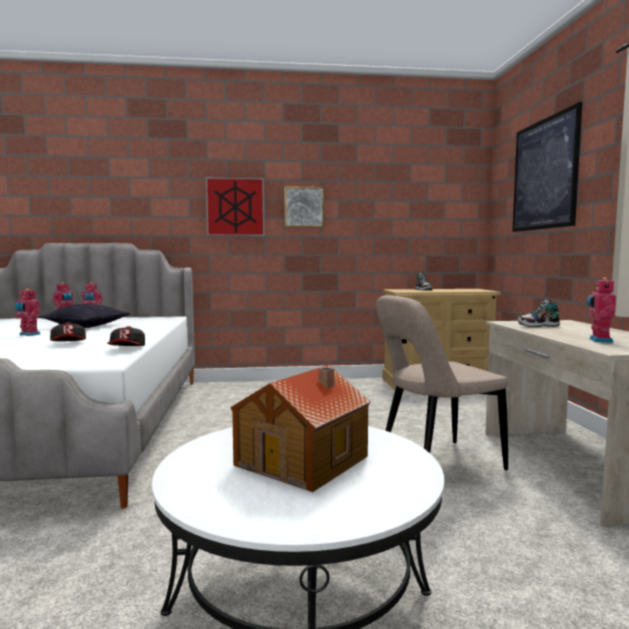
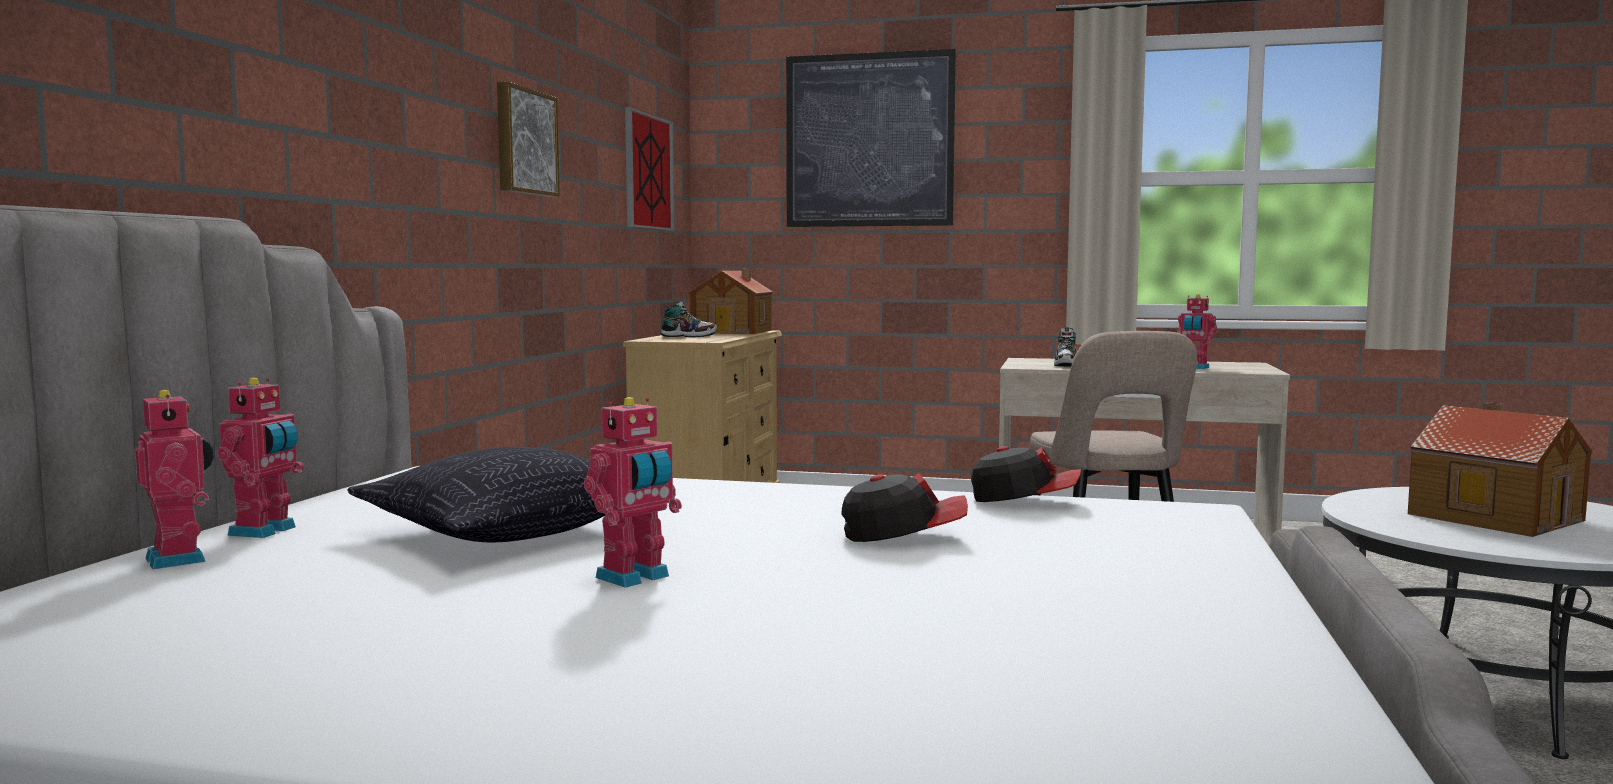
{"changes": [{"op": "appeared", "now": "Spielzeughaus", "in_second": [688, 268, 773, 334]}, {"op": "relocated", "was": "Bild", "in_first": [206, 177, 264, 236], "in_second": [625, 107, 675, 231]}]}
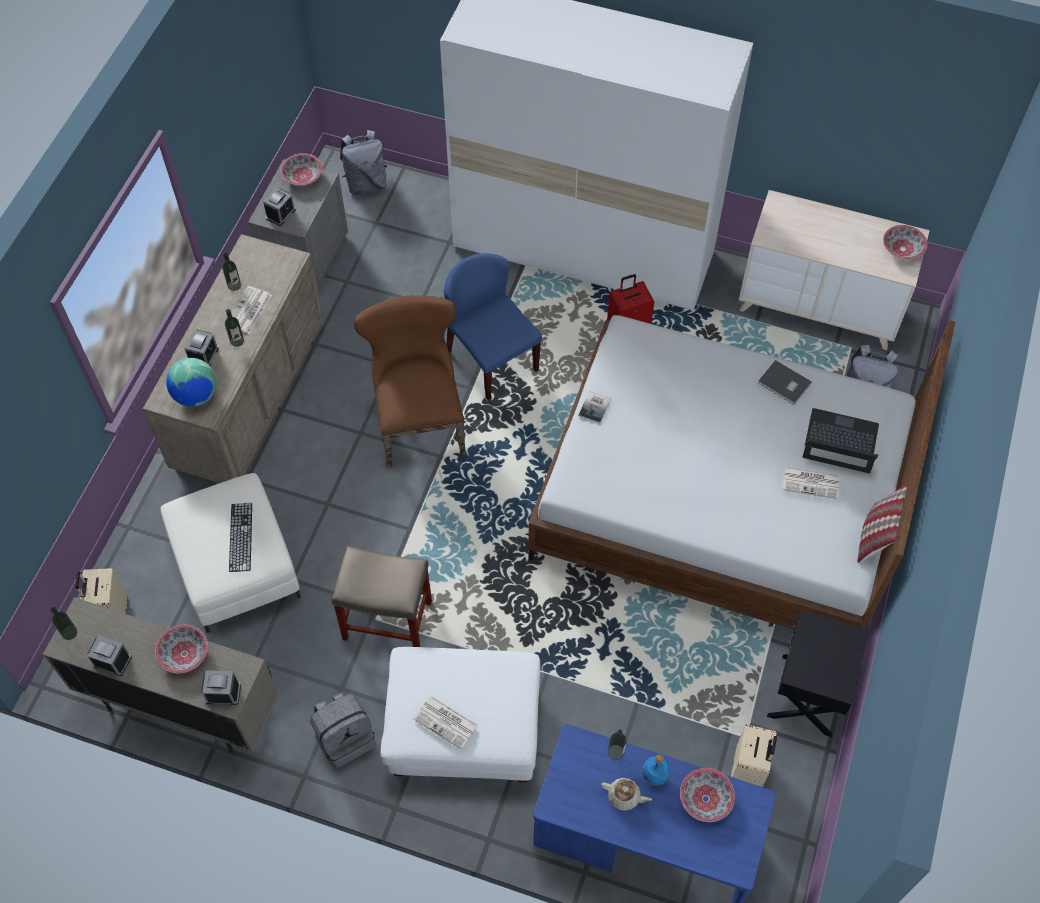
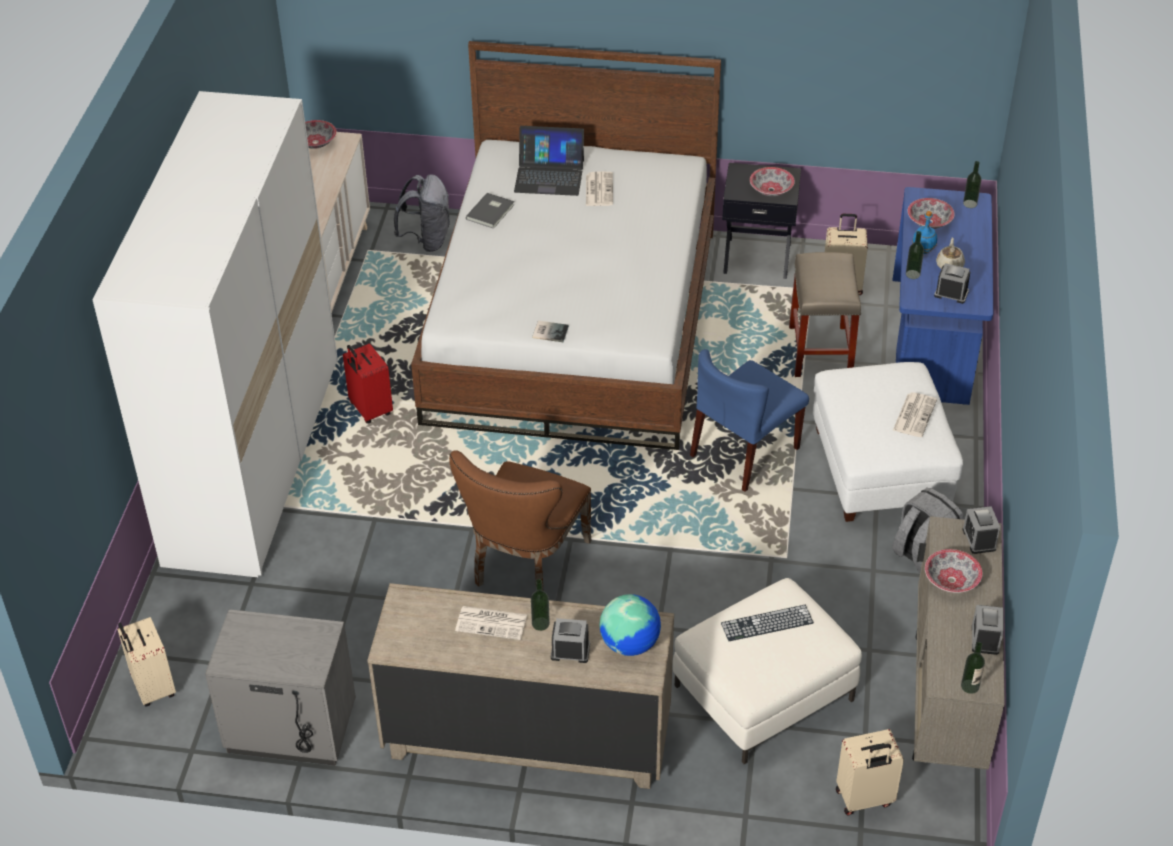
{"changes": [{"op": "missing", "was": "Kissen", "in_first": [857, 483, 908, 563]}, {"op": "relocated", "was": "Flasche", "in_first": [222, 252, 241, 291], "in_second": [963, 161, 981, 208]}, {"op": "relocated", "was": "Wecker", "in_first": [263, 187, 296, 226], "in_second": [934, 263, 970, 304]}, {"op": "relocated", "was": "Schüssel", "in_first": [281, 153, 322, 185], "in_second": [750, 167, 795, 196]}, {"op": "relocated", "was": "Hocker [beige]", "in_first": [332, 546, 432, 647], "in_second": [789, 252, 861, 377]}, {"op": "relocated", "was": "Stuhl [blau]", "in_first": [444, 253, 542, 400], "in_second": [690, 349, 809, 492]}, {"op": "exchanged", "was": "Rucksack [grau]", "now": "Koffer [beige]", "in_first": [340, 130, 387, 195], "in_second": [117, 617, 176, 707]}, {"op": "spun", "was": "Stuhl [braun]", "in_first": [354, 295, 466, 468], "in_second": [449, 450, 591, 589], "clockwise": -45}, {"op": "spun", "was": "Laptop", "in_first": [802, 408, 879, 473], "in_second": [514, 126, 584, 196], "clockwise": -90}]}
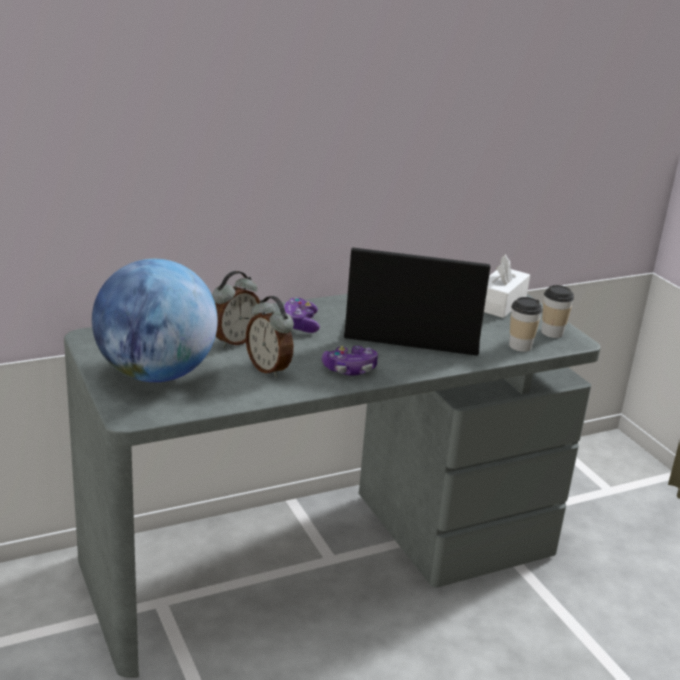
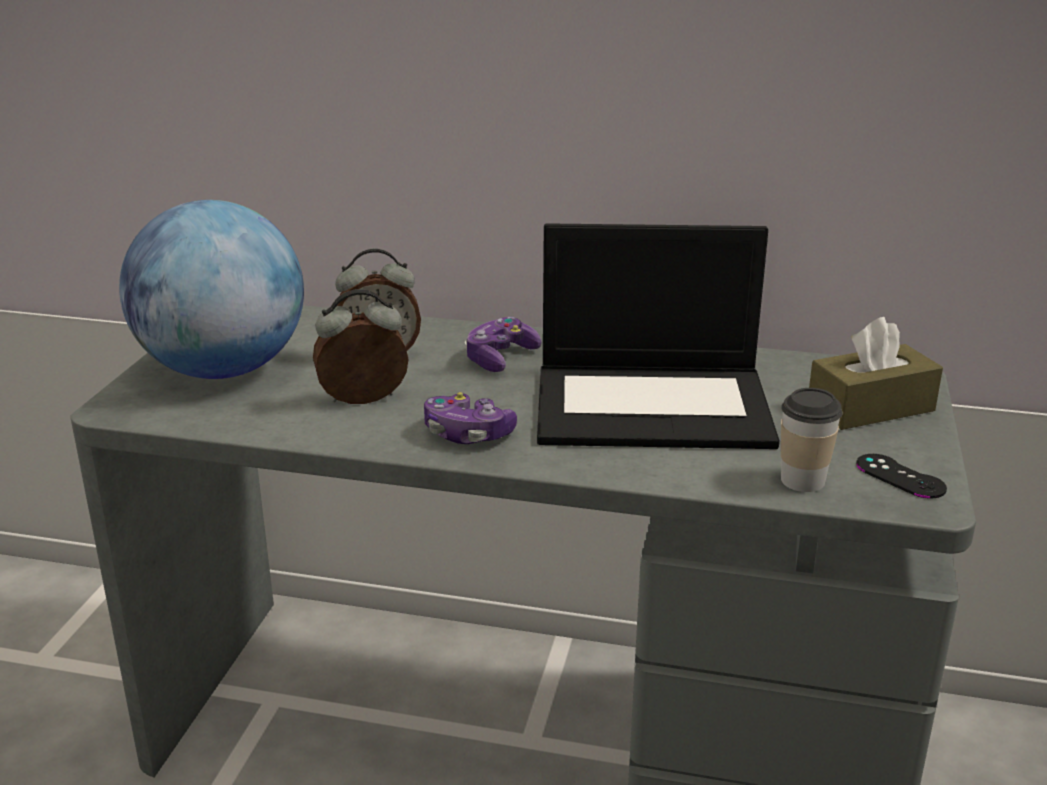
{"changes": [{"op": "exchanged", "was": "Tasse", "now": "Gamepad [schwarz]", "in_first": [541, 285, 574, 338], "in_second": [856, 454, 947, 499]}, {"op": "colour", "was": "Taschentuchbox [weiß]", "now": "Taschentuchbox [braun]", "in_first": [484, 254, 530, 318], "in_second": [809, 317, 943, 430]}, {"op": "spun", "was": "Wecker", "in_first": [246, 296, 294, 378], "in_second": [313, 289, 409, 404], "clockwise": 75}, {"op": "spun", "was": "Laptop", "in_first": [344, 248, 490, 356], "in_second": [537, 223, 780, 449], "clockwise": 135}]}
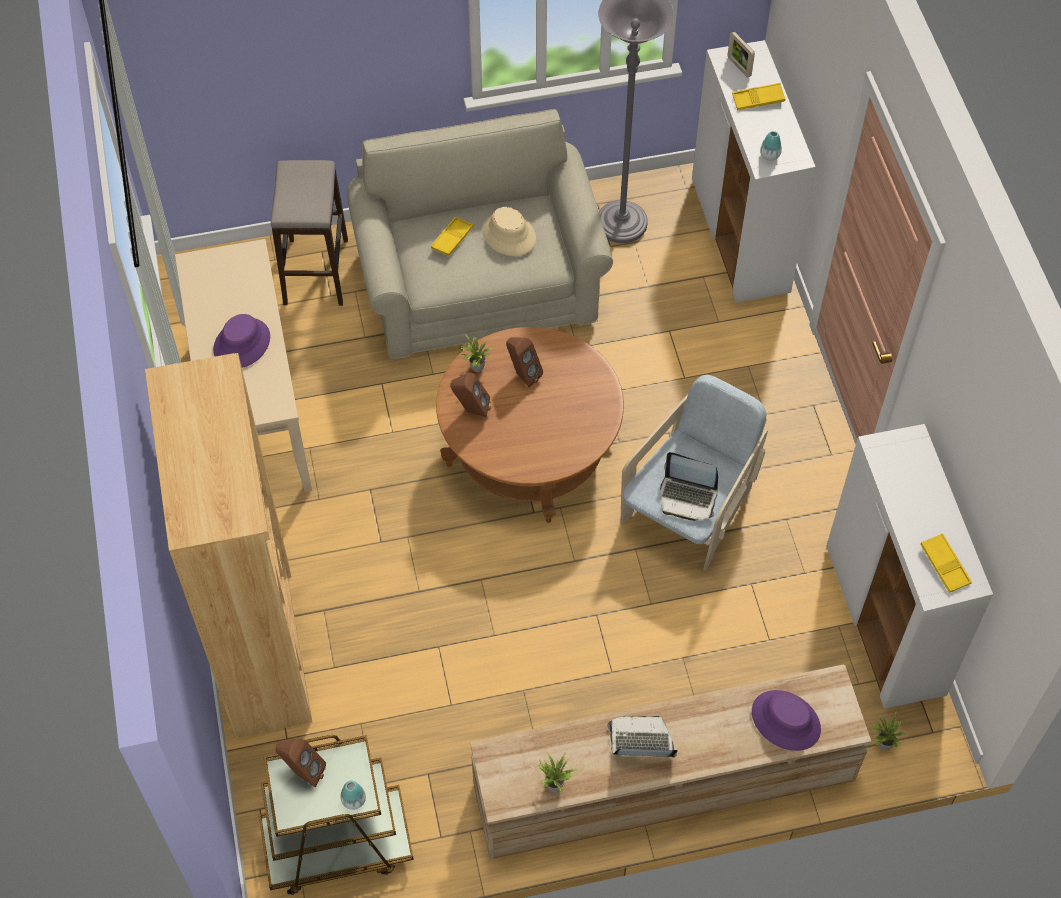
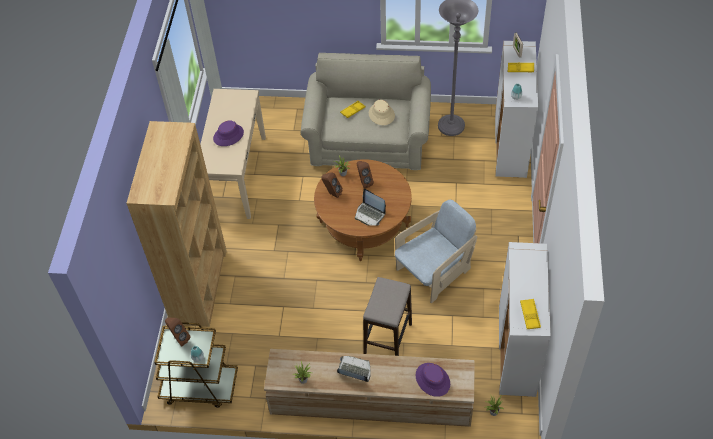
{"changes": [{"op": "relocated", "was": "Hocker", "in_first": [271, 160, 348, 306], "in_second": [363, 277, 412, 356]}, {"op": "relocated", "was": "Laptop", "in_first": [660, 452, 718, 521], "in_second": [355, 189, 386, 226]}]}
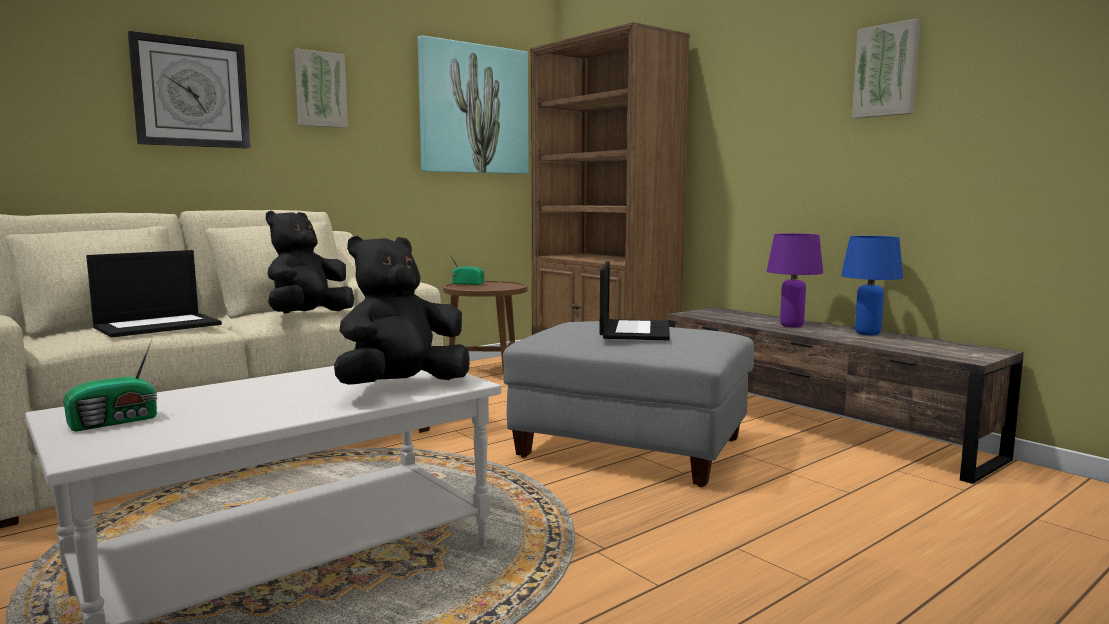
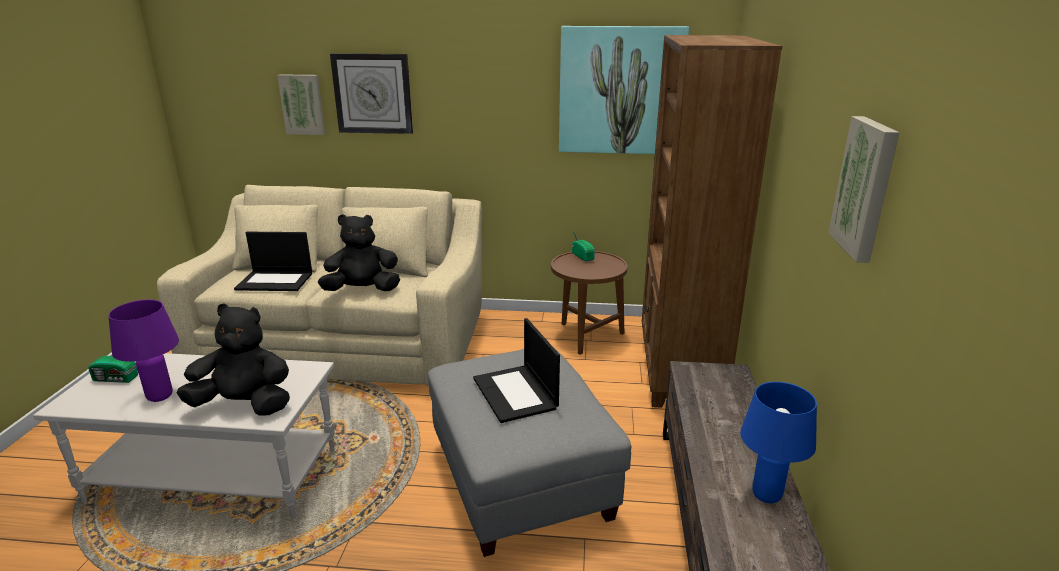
{"changes": [{"op": "relocated", "was": "Bild", "in_first": [294, 49, 348, 128], "in_second": [277, 74, 325, 135]}, {"op": "relocated", "was": "Tischlampe [lila]", "in_first": [767, 233, 823, 328], "in_second": [108, 300, 179, 402]}, {"op": "spun", "was": "Laptop", "in_first": [599, 261, 670, 340], "in_second": [473, 318, 560, 423], "clockwise": 105}]}
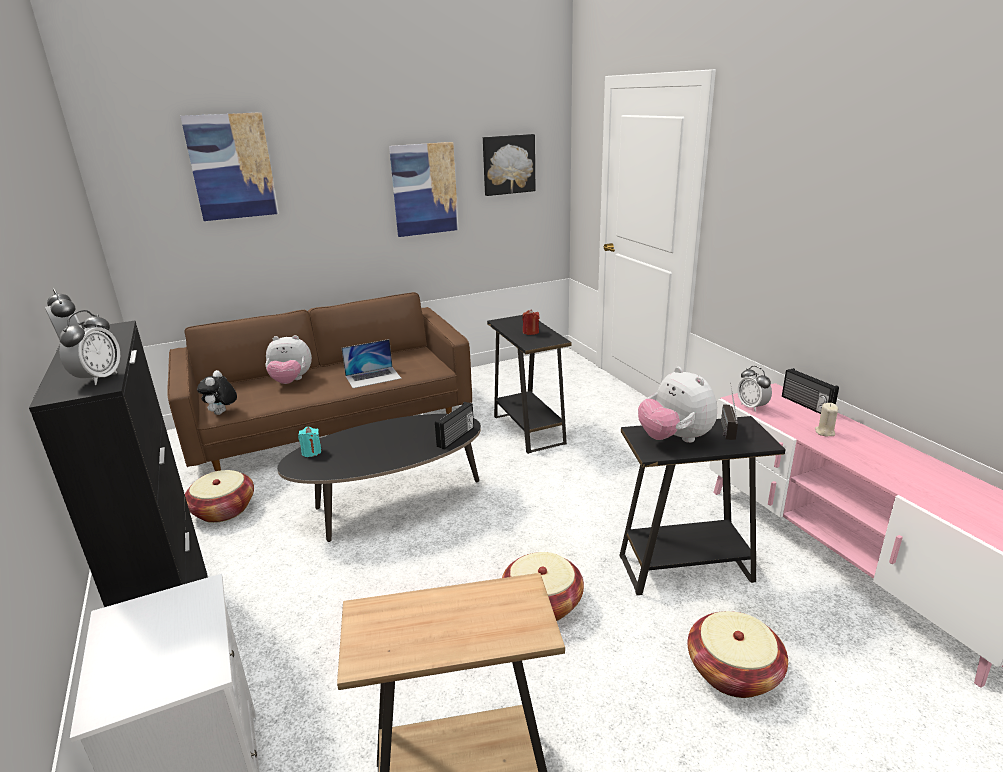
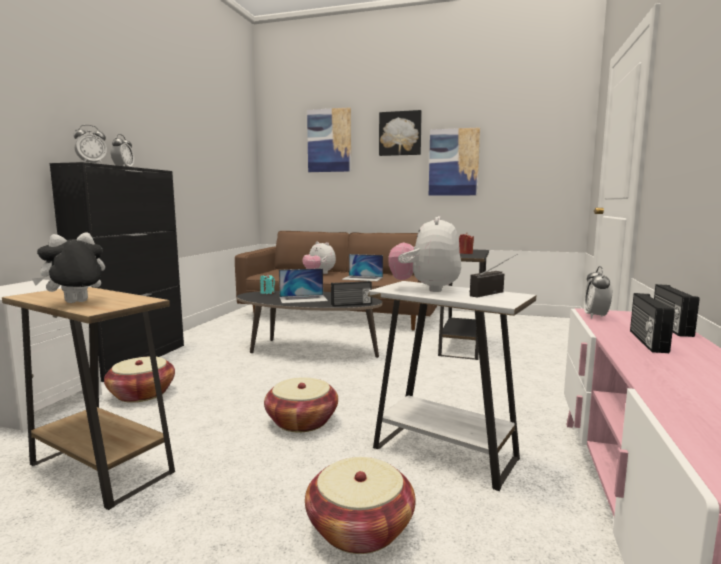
{"changes": [{"op": "appeared", "now": "Laptop", "in_second": [279, 268, 328, 304]}, {"op": "relocated", "was": "Korb", "in_first": [185, 470, 254, 523], "in_second": [104, 356, 175, 403]}, {"op": "relocated", "was": "Plüschtier", "in_first": [197, 370, 237, 415], "in_second": [32, 232, 105, 303]}, {"op": "relocated", "was": "Bild", "in_first": [483, 134, 535, 196], "in_second": [379, 110, 422, 156]}, {"op": "exchanged", "was": "Kerze [beige]", "now": "Radio", "in_first": [815, 403, 838, 437], "in_second": [630, 293, 675, 353]}, {"op": "colour", "was": "Beistelltisch [schwarz]", "now": "Beistelltisch [weiß]", "in_first": [619, 416, 786, 595], "in_second": [368, 281, 536, 491]}]}
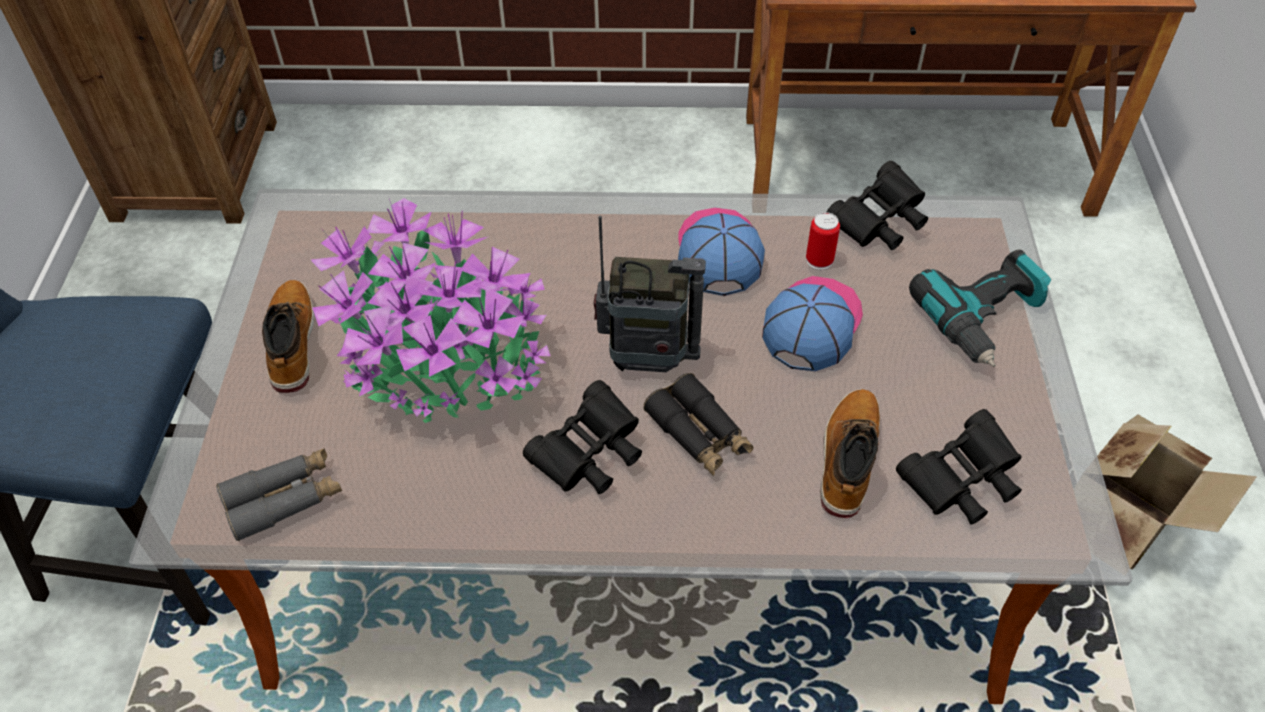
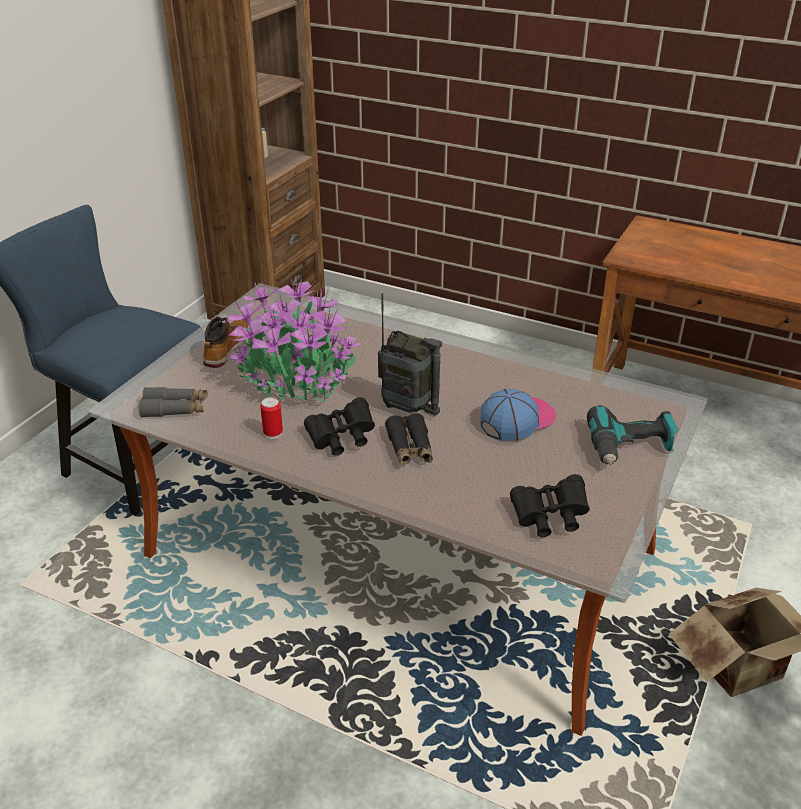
{"changes": [{"op": "missing", "was": "Kappe", "in_first": [678, 208, 765, 296]}, {"op": "missing", "was": "Stiefel", "in_first": [820, 389, 880, 518]}, {"op": "missing", "was": "Fernglas [schwarz]", "in_first": [827, 161, 928, 250]}, {"op": "relocated", "was": "Dose", "in_first": [806, 212, 840, 270], "in_second": [260, 397, 283, 439]}]}
